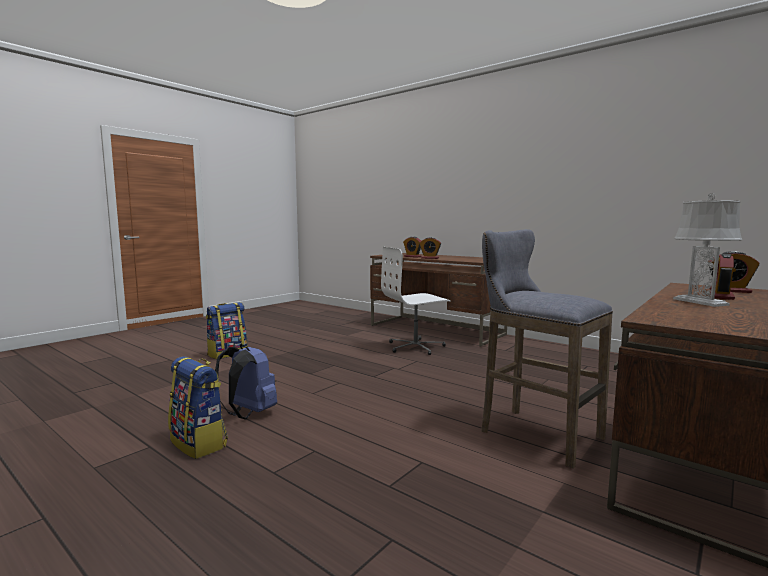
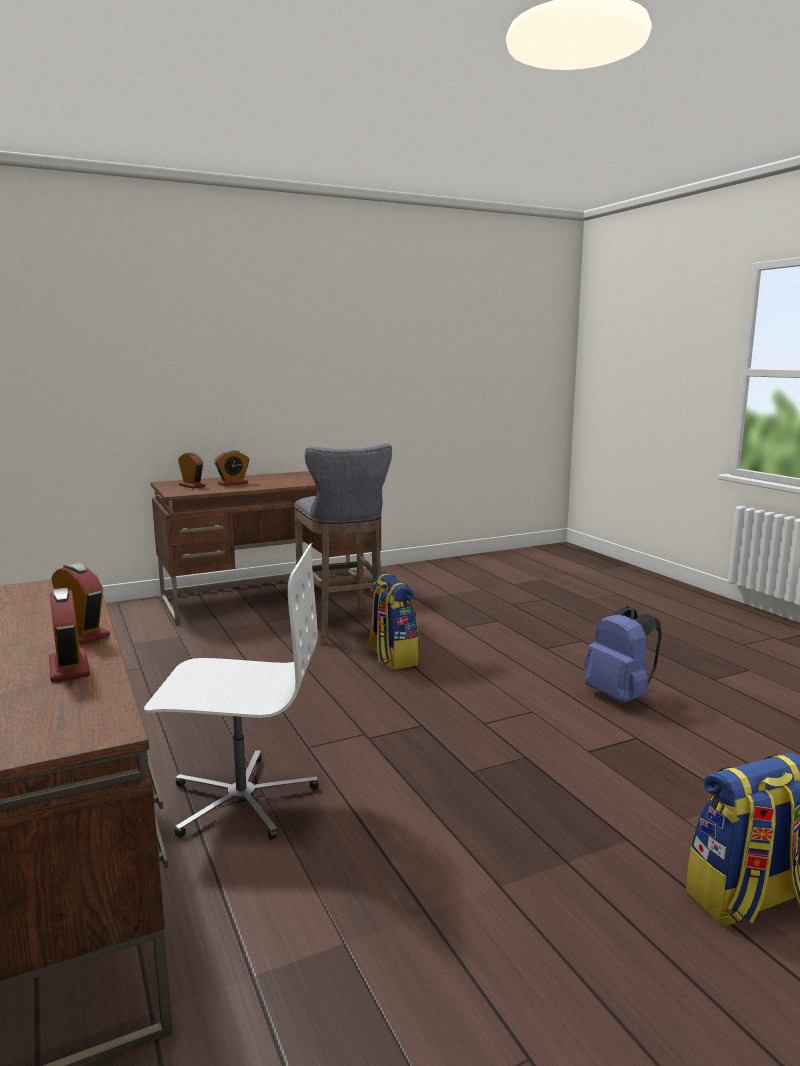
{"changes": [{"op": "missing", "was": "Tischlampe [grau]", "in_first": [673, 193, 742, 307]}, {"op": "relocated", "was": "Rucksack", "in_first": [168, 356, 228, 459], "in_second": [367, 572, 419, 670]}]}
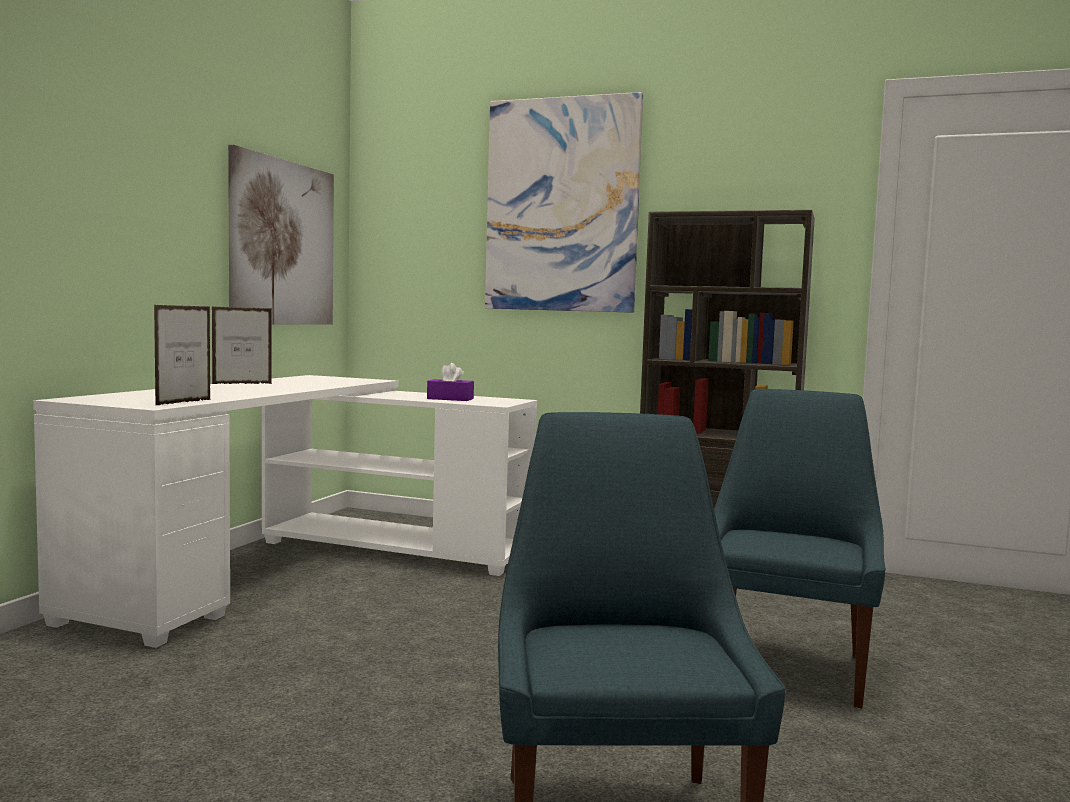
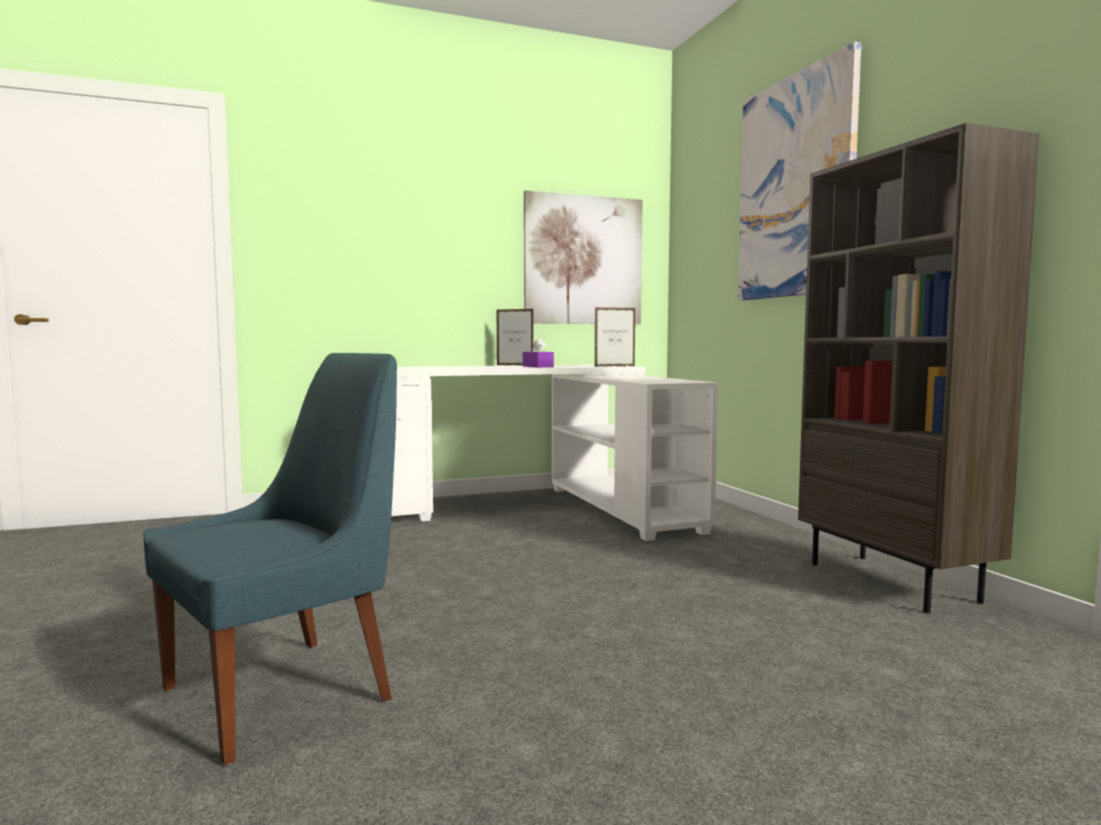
{"changes": [{"op": "missing", "was": "Stuhl [blau]", "in_first": [714, 389, 886, 708]}, {"op": "relocated", "was": "Bilderrahmen", "in_first": [154, 305, 211, 406], "in_second": [595, 307, 635, 367]}, {"op": "relocated", "was": "Taschentuchbox [lila]", "in_first": [427, 363, 474, 401], "in_second": [523, 338, 554, 367]}]}
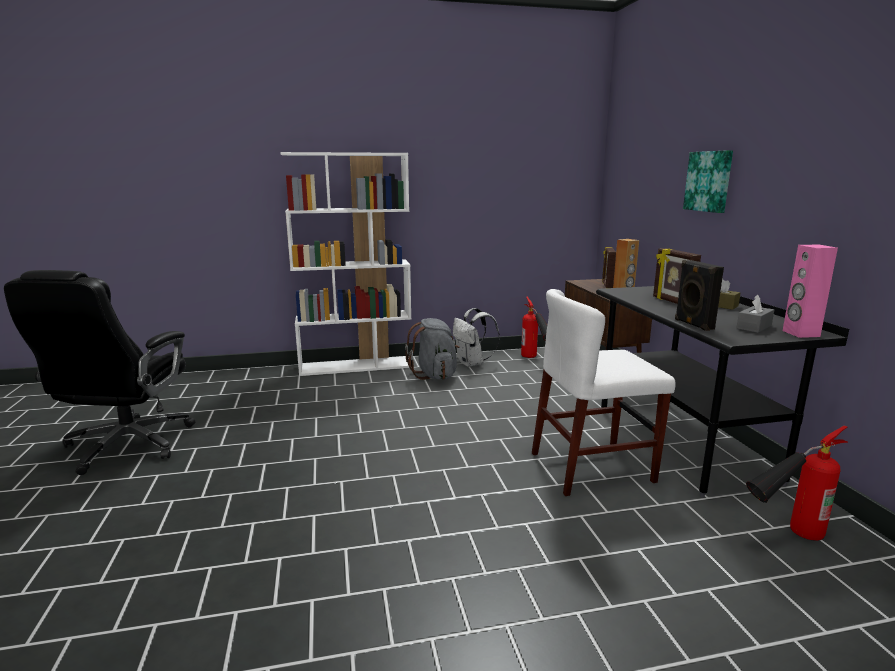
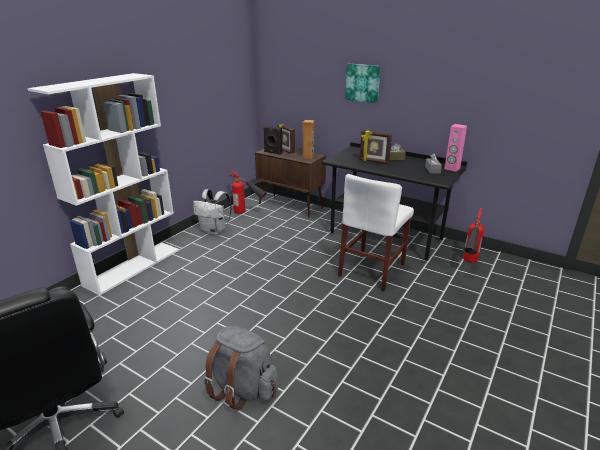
{"changes": [{"op": "relocated", "was": "Rucksack [grau]", "in_first": [405, 318, 460, 380], "in_second": [204, 326, 279, 410]}, {"op": "relocated", "was": "Lautsprecher [schwarz]", "in_first": [675, 260, 724, 331], "in_second": [263, 125, 282, 155]}]}
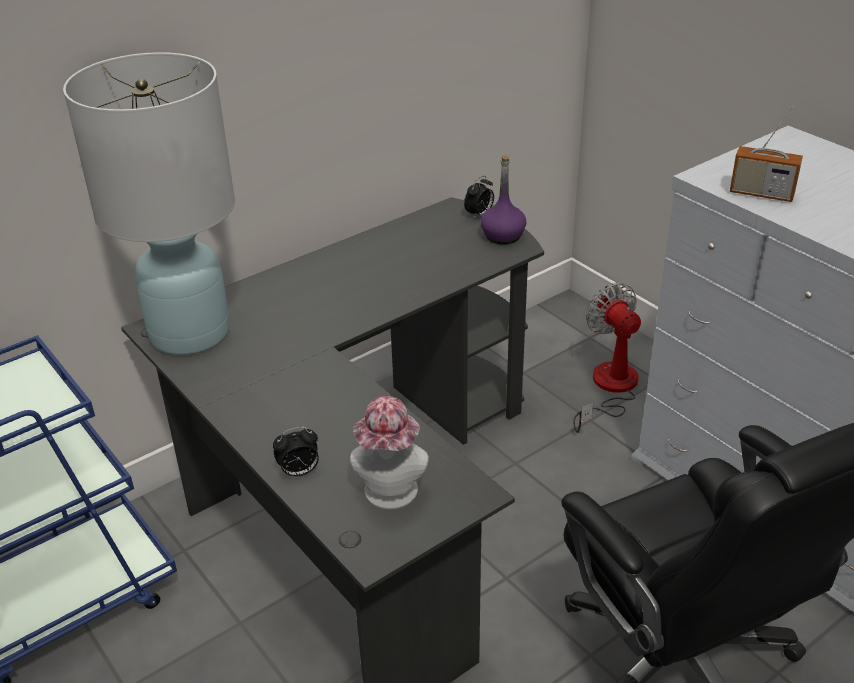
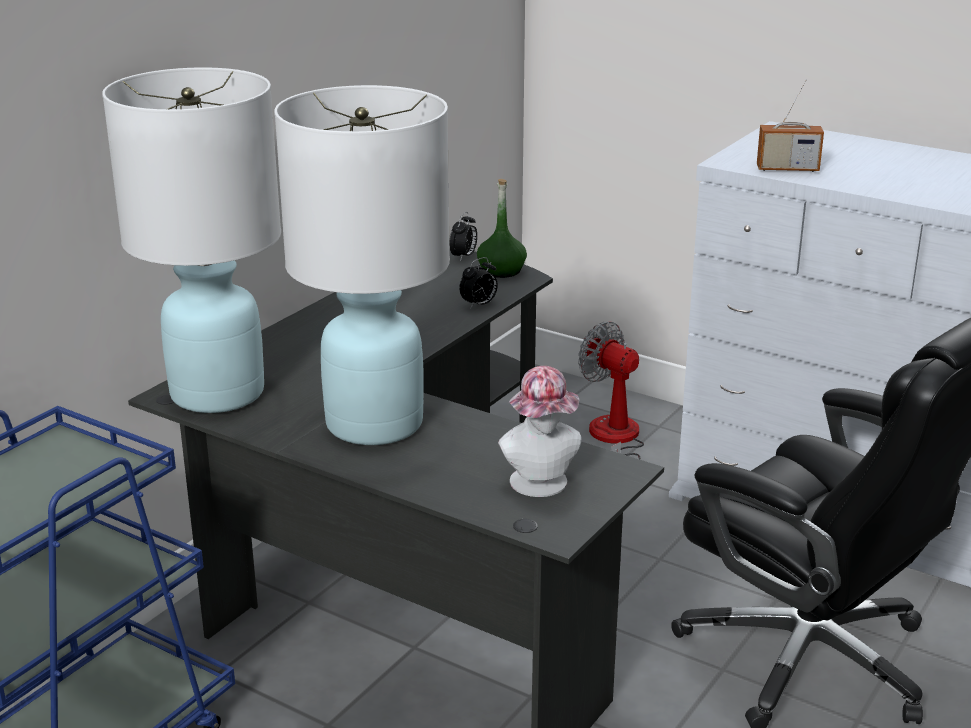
{"changes": [{"op": "appeared", "now": "Tischlampe [weiß]", "in_second": [274, 85, 450, 445]}, {"op": "relocated", "was": "Wecker", "in_first": [273, 427, 319, 478], "in_second": [459, 257, 498, 309]}, {"op": "colour", "was": "Flasche [lila]", "now": "Flasche [grün]", "in_first": [481, 155, 526, 244], "in_second": [477, 179, 527, 278]}]}
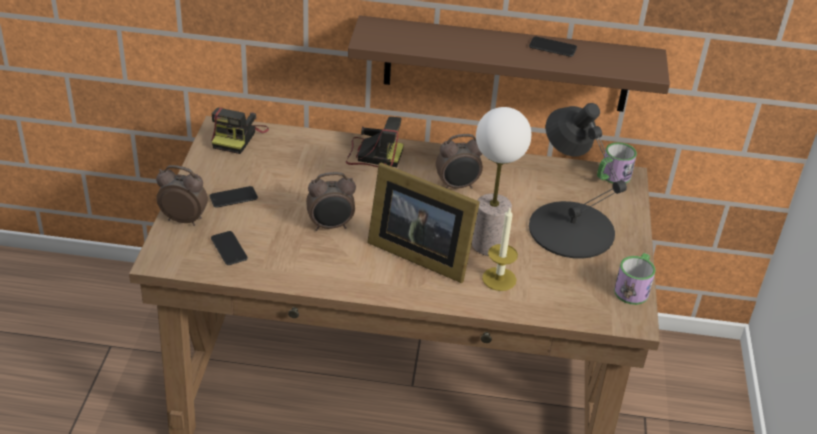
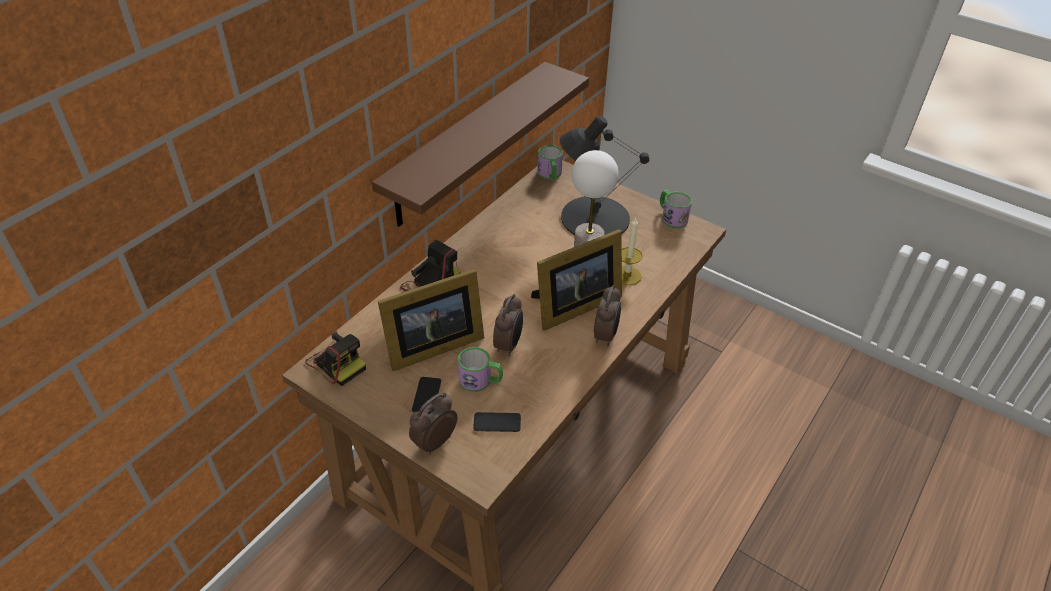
{"changes": [{"op": "missing", "was": "Handy", "in_first": [529, 36, 577, 57]}, {"op": "appeared", "now": "Bilderrahmen", "in_second": [378, 269, 484, 371]}, {"op": "appeared", "now": "Henkelbecher", "in_second": [458, 347, 503, 392]}, {"op": "relocated", "was": "Wecker", "in_first": [436, 134, 483, 189], "in_second": [594, 285, 621, 347]}]}
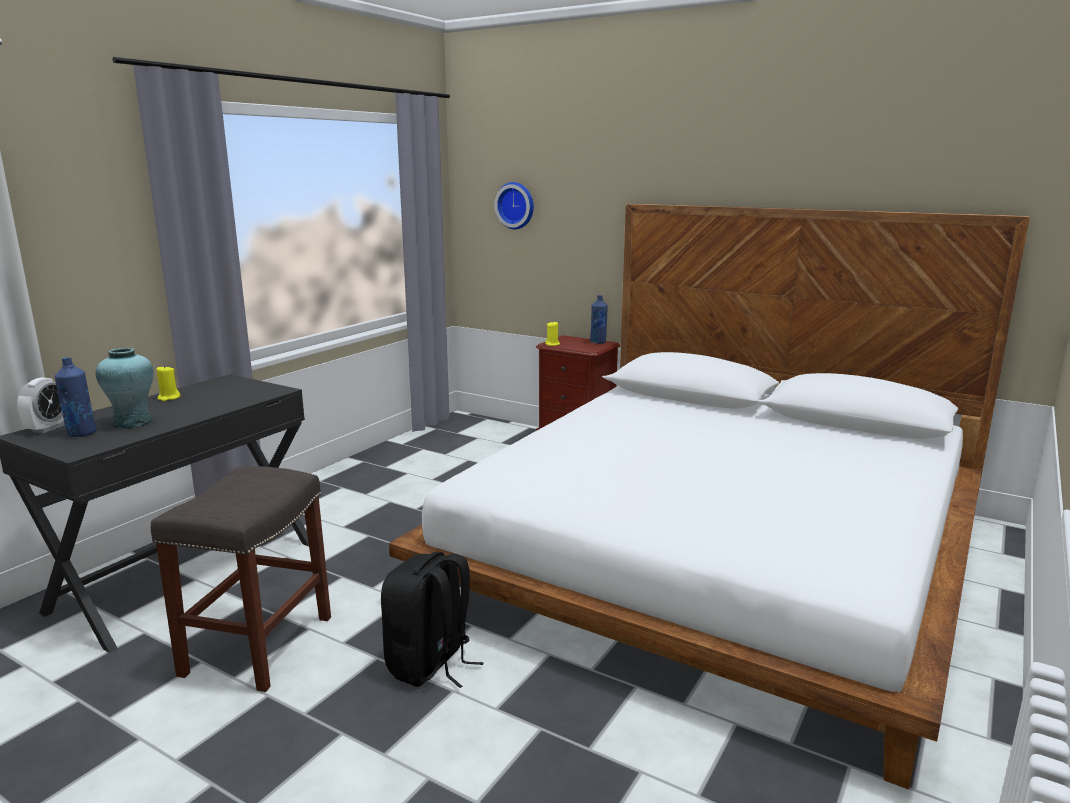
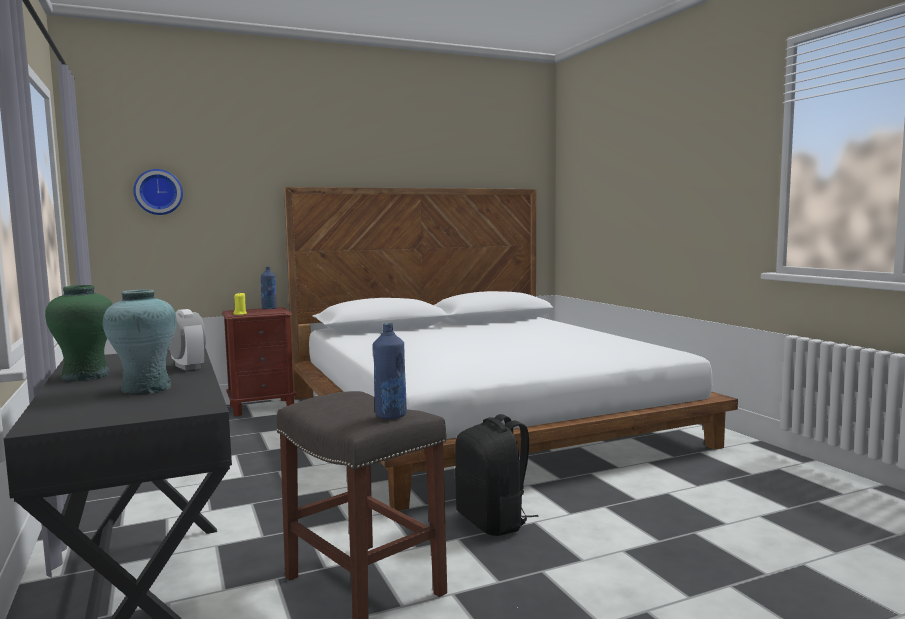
{"changes": [{"op": "relocated", "was": "Wecker", "in_first": [17, 377, 65, 433], "in_second": [169, 309, 206, 371]}, {"op": "relocated", "was": "Flasche [blau]", "in_first": [55, 357, 97, 437], "in_second": [373, 323, 407, 419]}, {"op": "exchanged", "was": "Kerze [gelb]", "now": "Vase [grün]", "in_first": [156, 365, 180, 401], "in_second": [45, 285, 113, 381]}]}
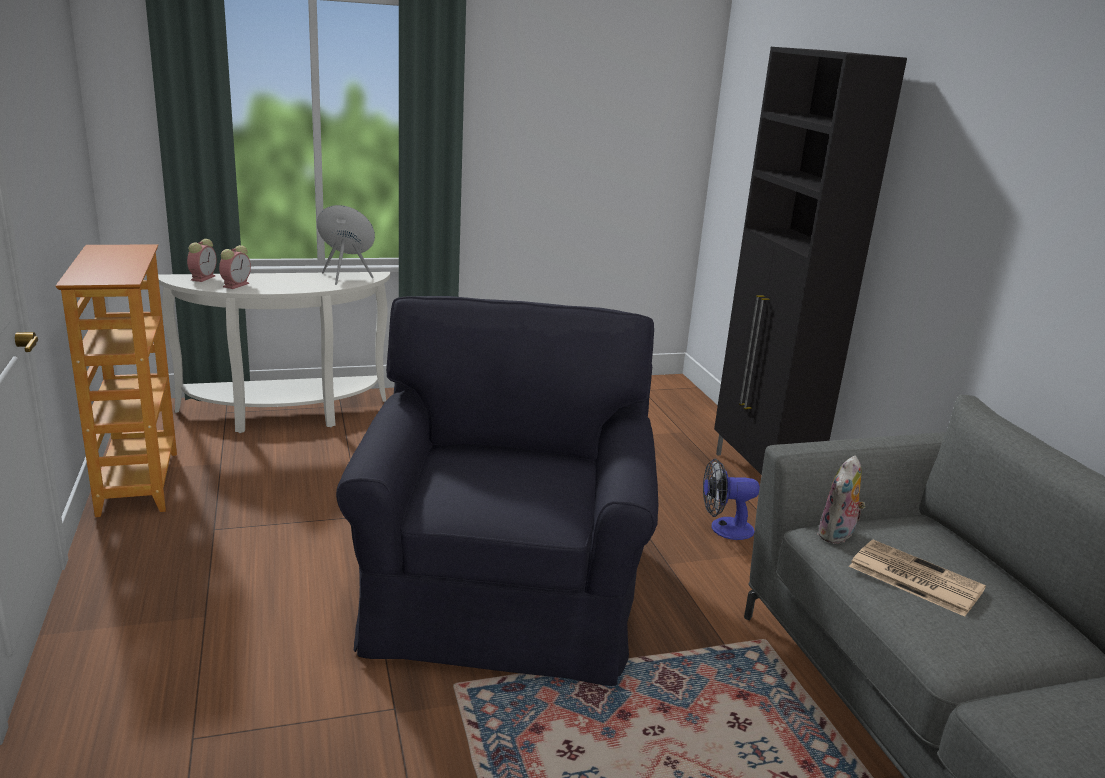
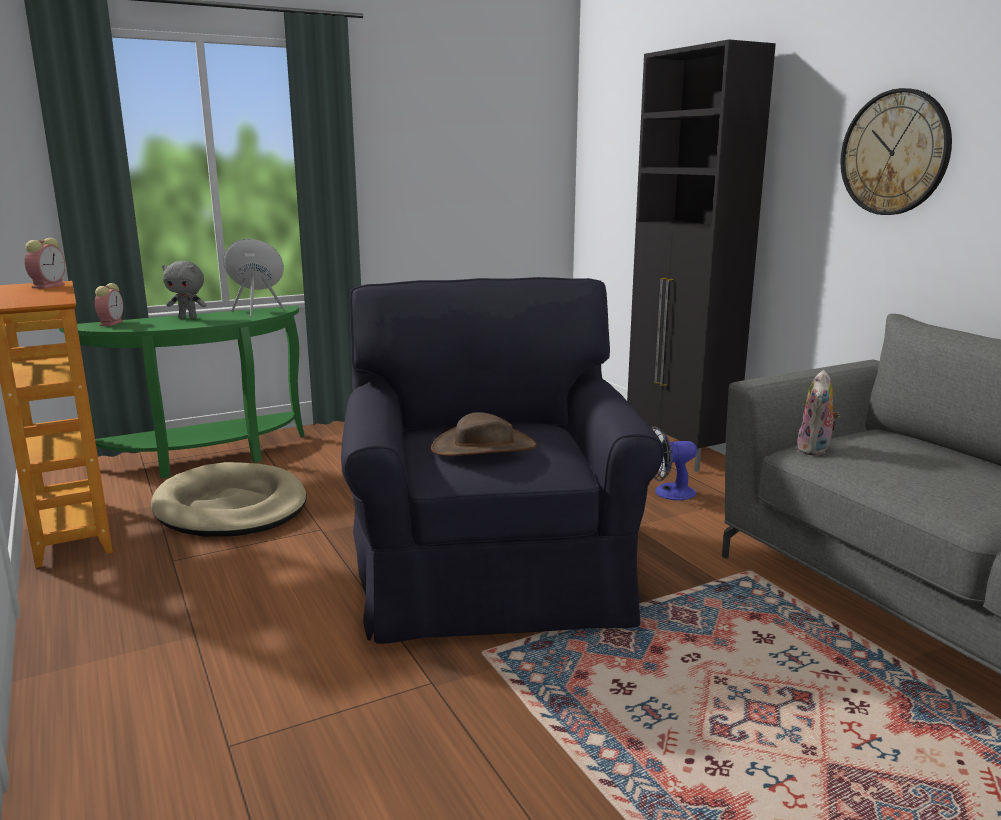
{"changes": [{"op": "missing", "was": "Zeitung", "in_first": [849, 540, 986, 617]}, {"op": "appeared", "now": "Hundebett [beige]", "in_second": [151, 462, 307, 537]}, {"op": "appeared", "now": "Plüschtier [grau]", "in_second": [162, 261, 207, 319]}, {"op": "appeared", "now": "Hut [braun]", "in_second": [431, 412, 536, 456]}, {"op": "appeared", "now": "Wanduhr", "in_second": [841, 88, 952, 215]}, {"op": "relocated", "was": "Wecker", "in_first": [219, 245, 251, 289], "in_second": [25, 238, 65, 289]}, {"op": "colour", "was": "Konsolentisch [weiß]", "now": "Konsolentisch [grün]", "in_first": [158, 272, 390, 433], "in_second": [59, 306, 305, 478]}]}
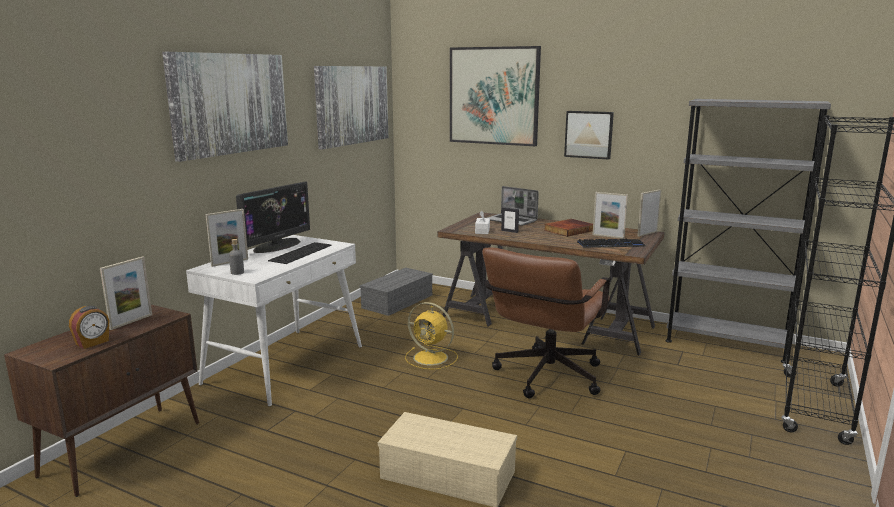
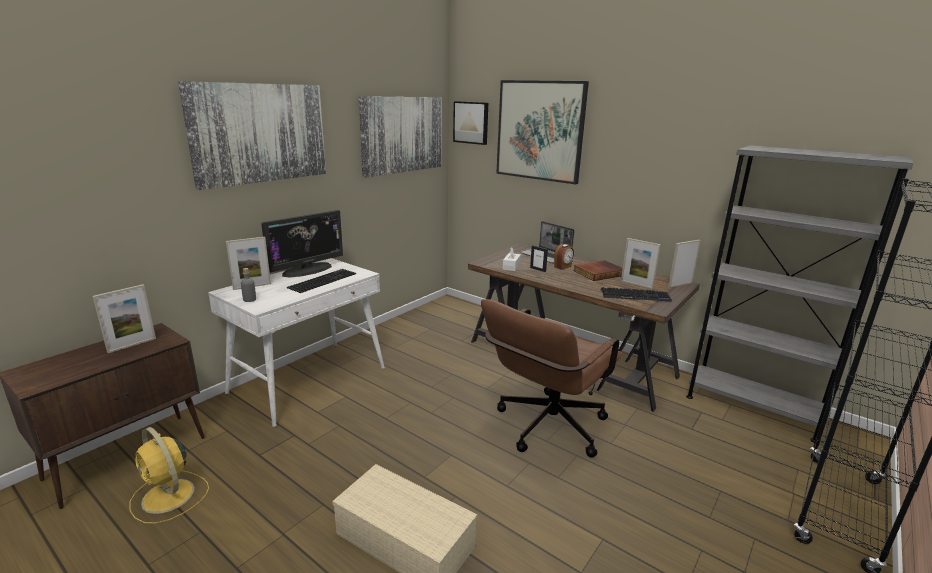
{"changes": [{"op": "missing", "was": "Aufbewahrungsbox [grau]", "in_first": [360, 268, 433, 316]}, {"op": "relocated", "was": "Wecker", "in_first": [69, 306, 110, 349], "in_second": [554, 244, 574, 270]}, {"op": "relocated", "was": "Ventilator [gelb]", "in_first": [405, 302, 458, 370], "in_second": [130, 427, 209, 524]}, {"op": "relocated", "was": "Bild", "in_first": [564, 111, 614, 160], "in_second": [453, 101, 488, 145]}]}
